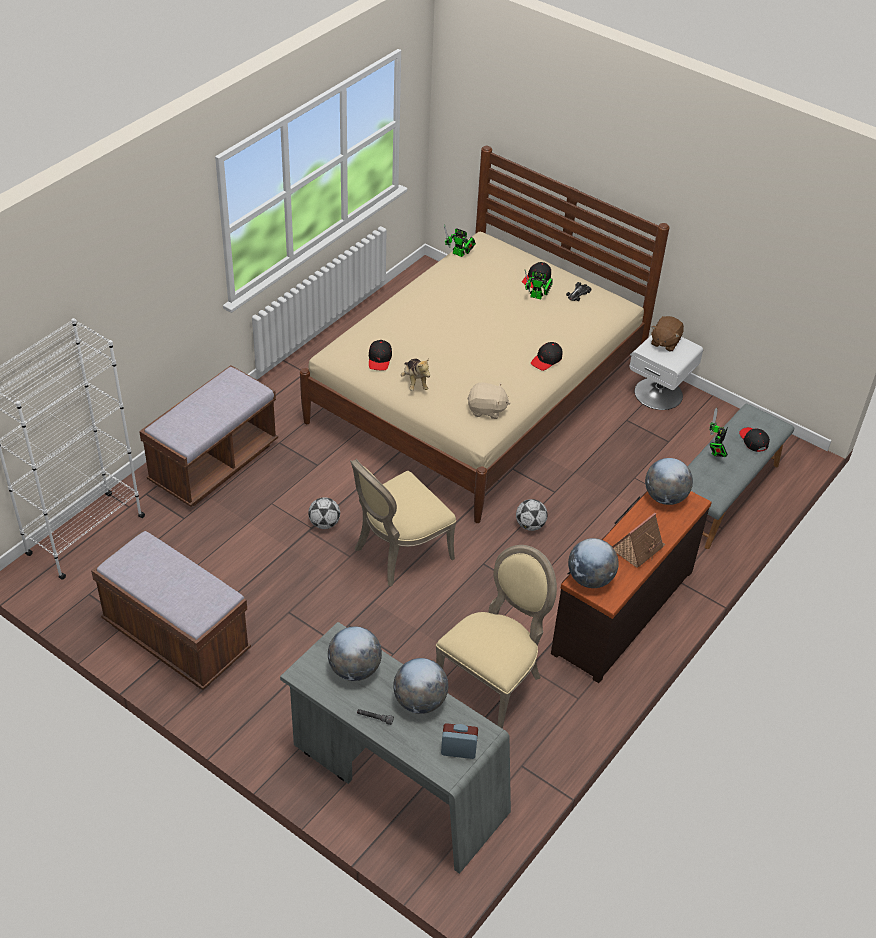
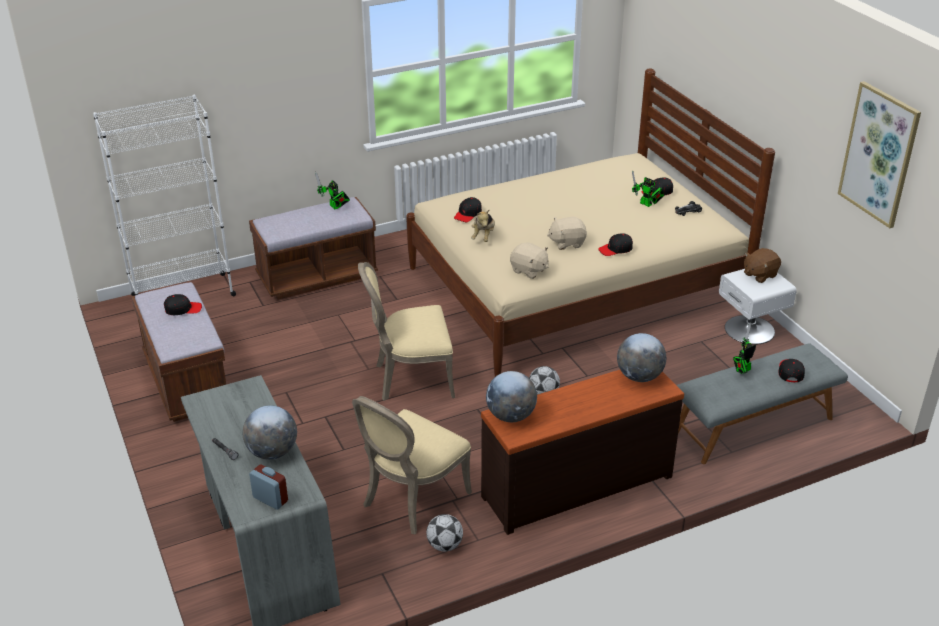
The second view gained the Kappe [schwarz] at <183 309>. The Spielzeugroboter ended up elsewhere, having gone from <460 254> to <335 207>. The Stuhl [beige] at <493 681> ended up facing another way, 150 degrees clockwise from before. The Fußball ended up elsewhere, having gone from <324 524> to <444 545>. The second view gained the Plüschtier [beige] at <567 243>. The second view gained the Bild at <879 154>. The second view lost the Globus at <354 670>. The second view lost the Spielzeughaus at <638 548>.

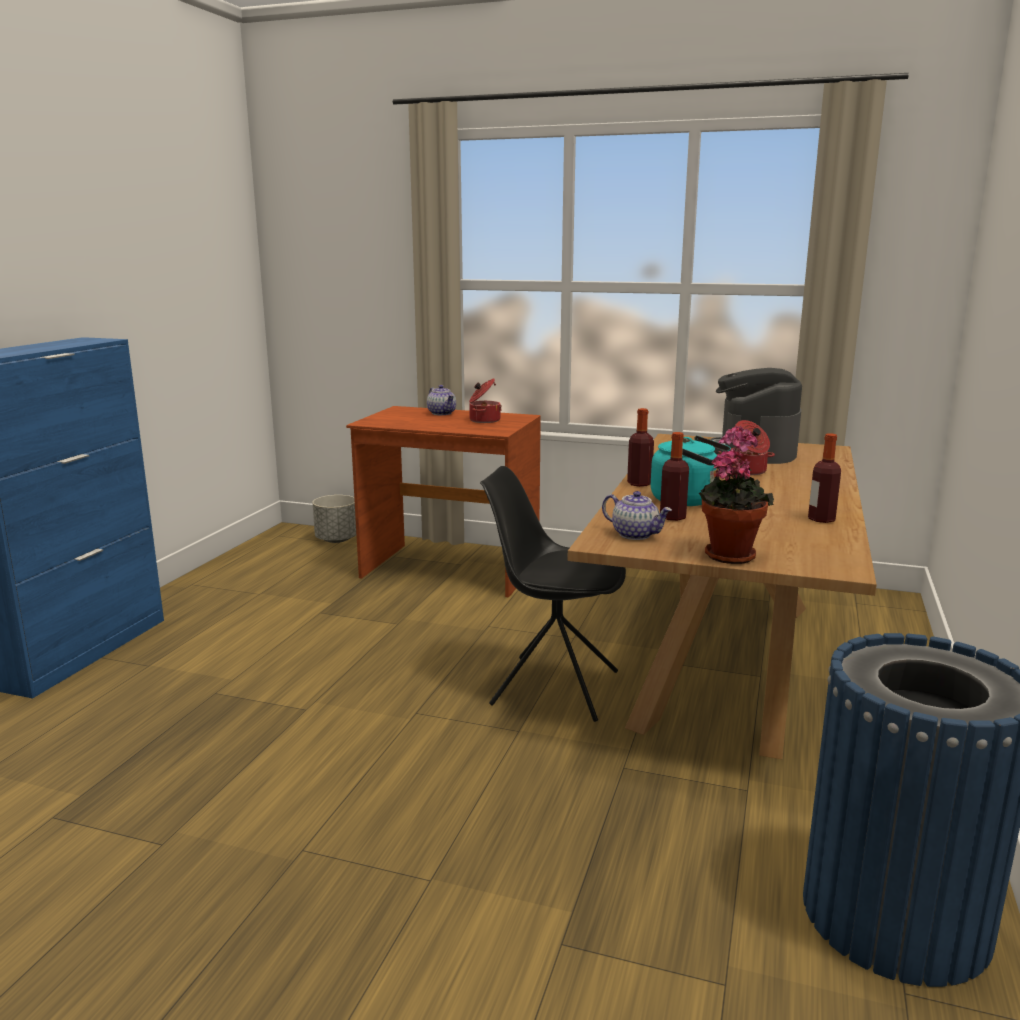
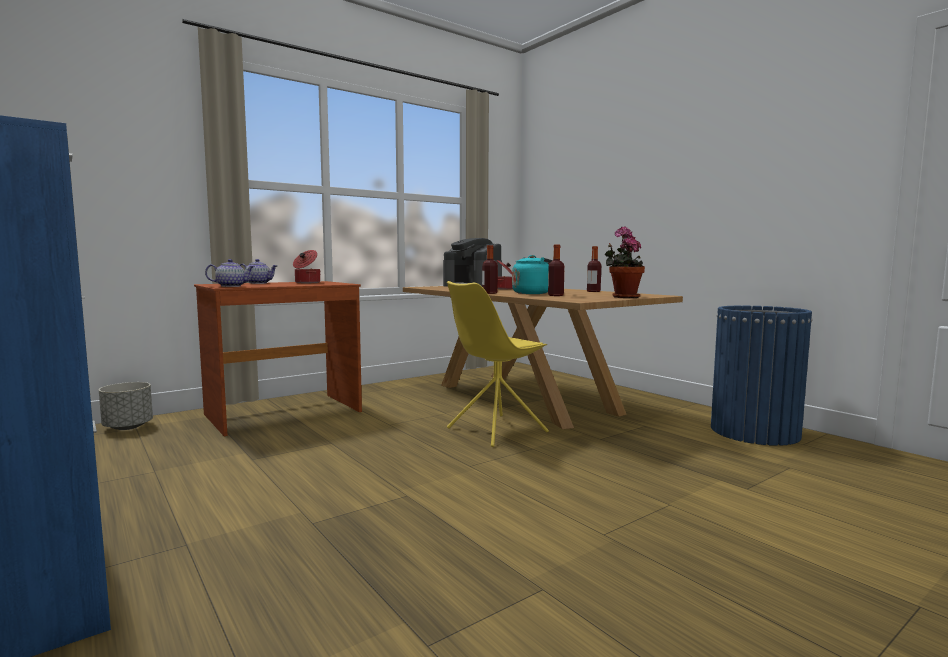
The Teekanne ended up elsewhere, having gone from <635 535> to <231 286>. What was the Stuhl [schwarz] at <552 687> turned into the Stuhl [gelb] at <495 430>.

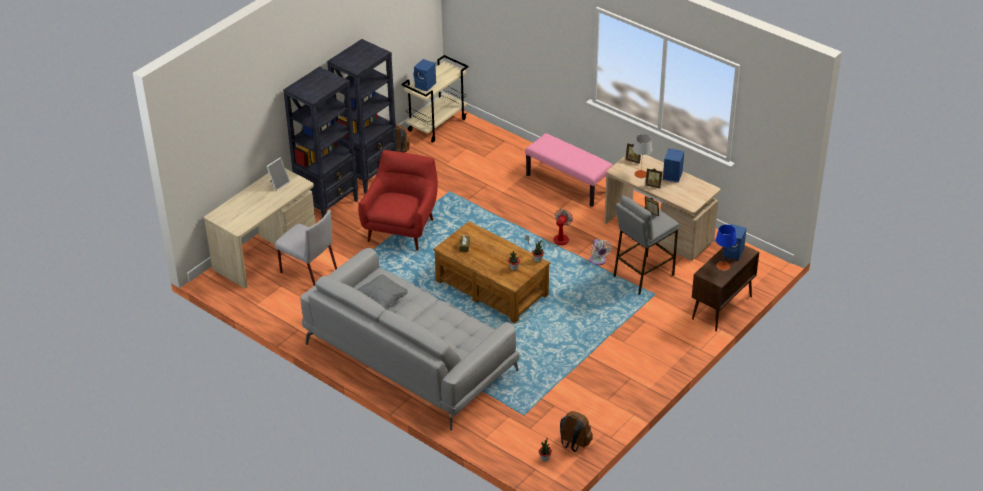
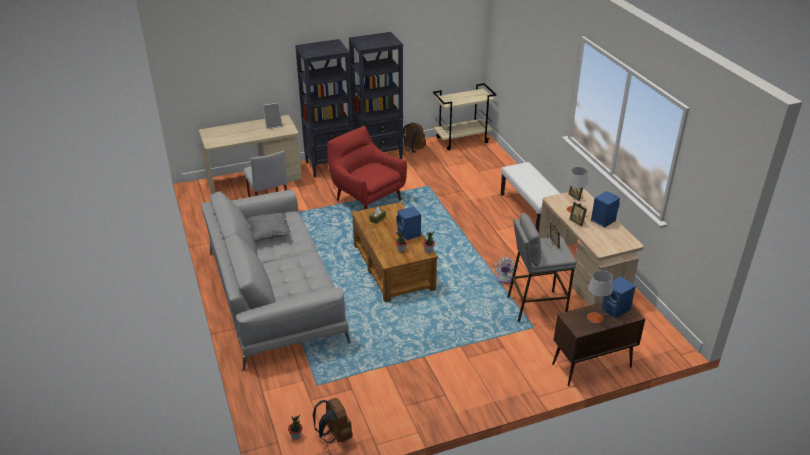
The Sessel [rot] at <402 228> ended up facing another way, 90 degrees counterclockwise from before. The Lautsprecher [blau] ended up elsewhere, having gone from <426 85> to <409 235>. What was the Bank [rosa] at <568 183> turned into the Bank [weiß] at <531 211>. What was the Tischlampe [blau] at <723 265> turned into the Tischlampe [grau] at <595 317>. The second view lost the Ventilator at <555 241>.

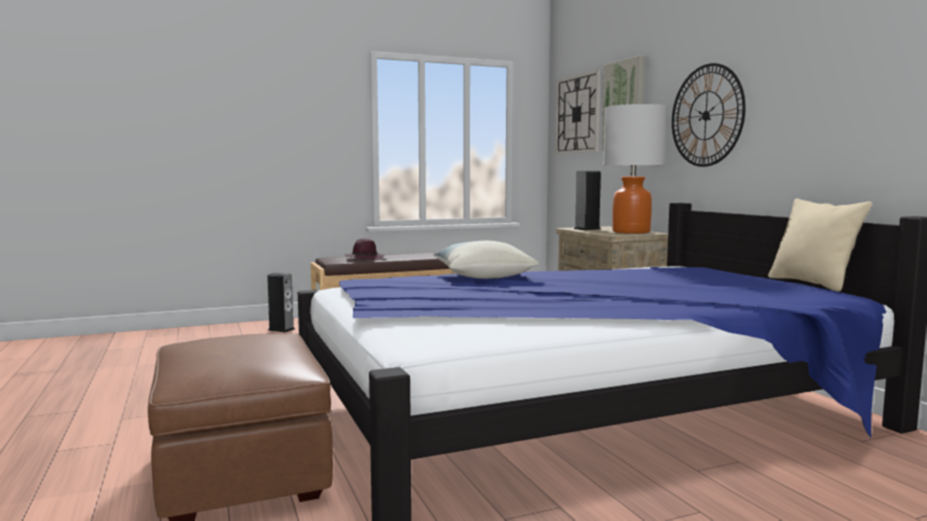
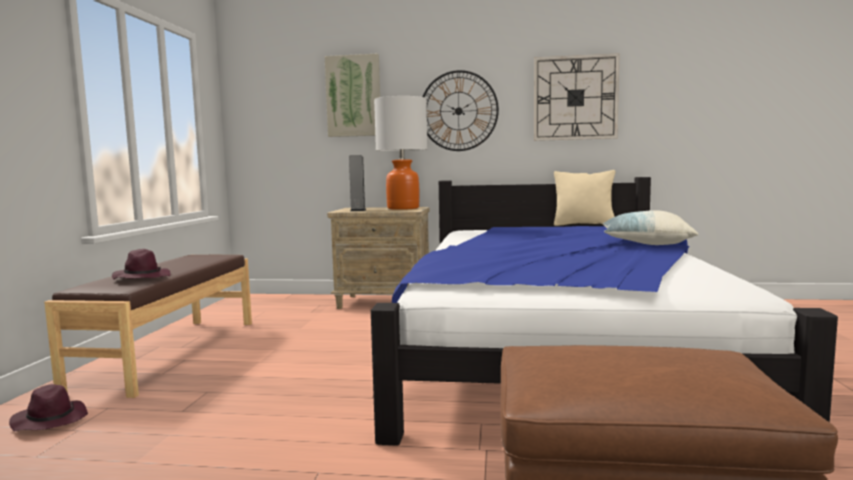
Where the Lautsprecher stood at <281 329>, the Hut [lila] came to stand at <50 421>. The Wanduhr ended up elsewhere, having gone from <578 114> to <575 98>. The Kissen ended up elsewhere, having gone from <482 276> to <645 244>.

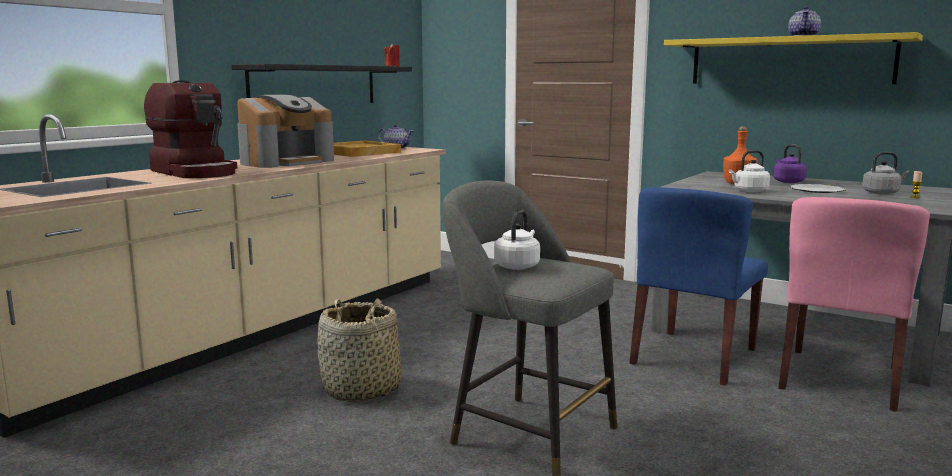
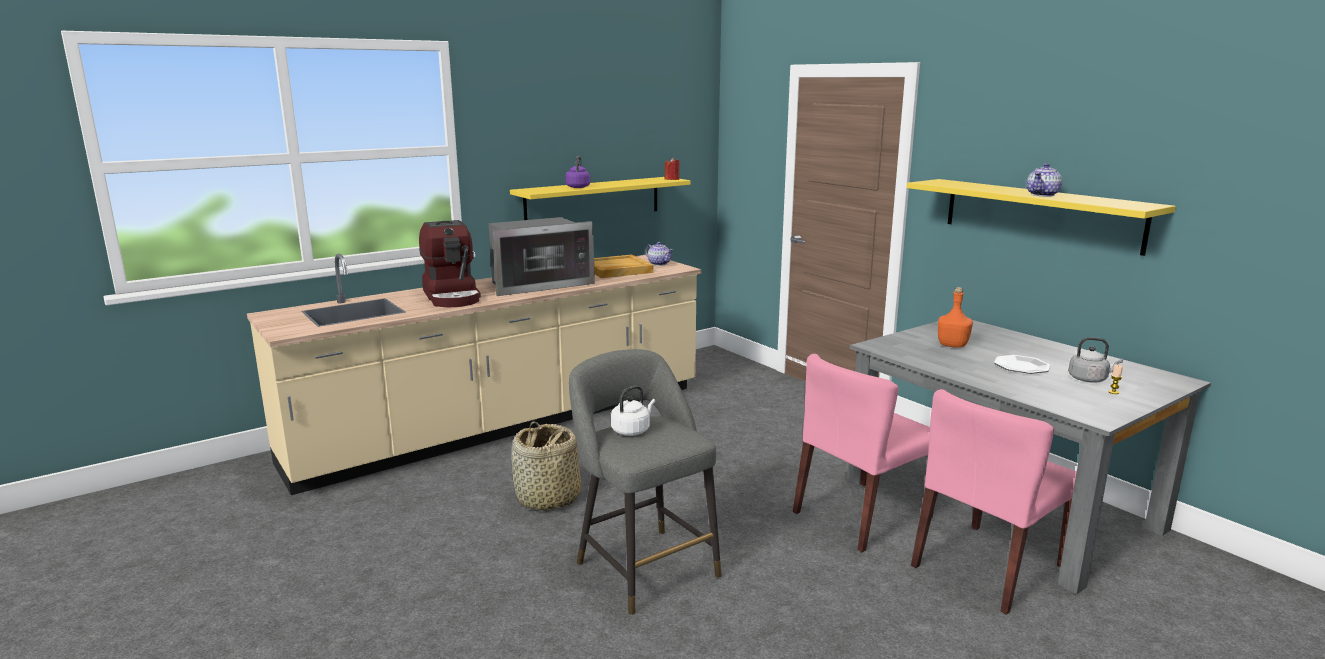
Where the Kaffeemaschine stood at <286 162>, the Mikrowelle came to stand at <538 284>. What was the Wandregal [schwarz] at <314 85> turned into the Wandregal [gelb] at <593 200>. The Wasserkessel [lila] ended up elsewhere, having gone from <787 182> to <578 187>. What was the Stuhl [blau] at <694 357> turned into the Stuhl [rosa] at <861 515>. The second view lost the Wasserkessel [weiß] at <749 191>.

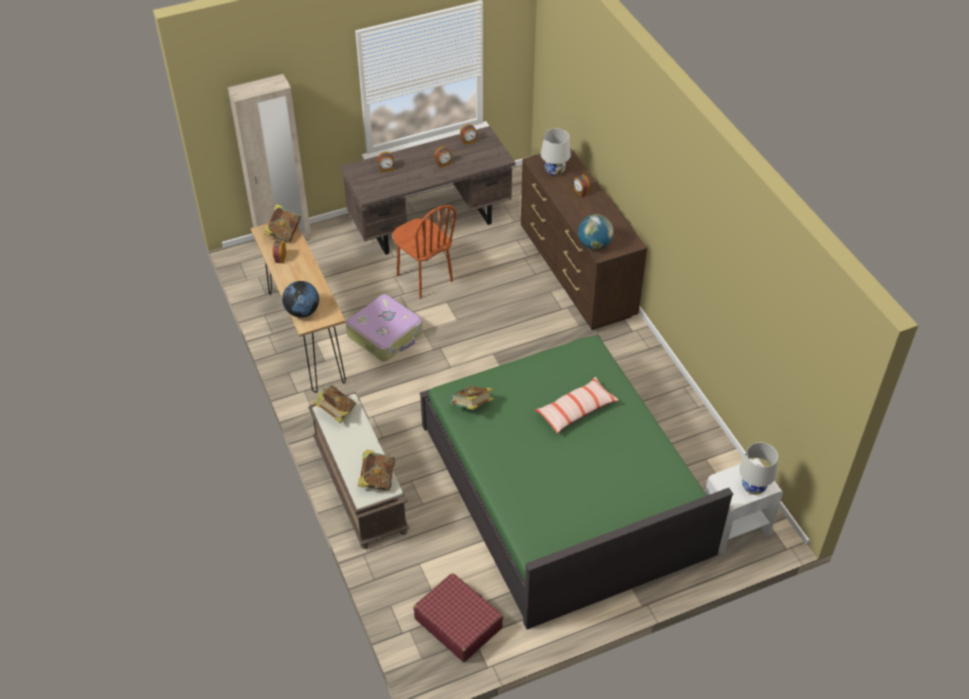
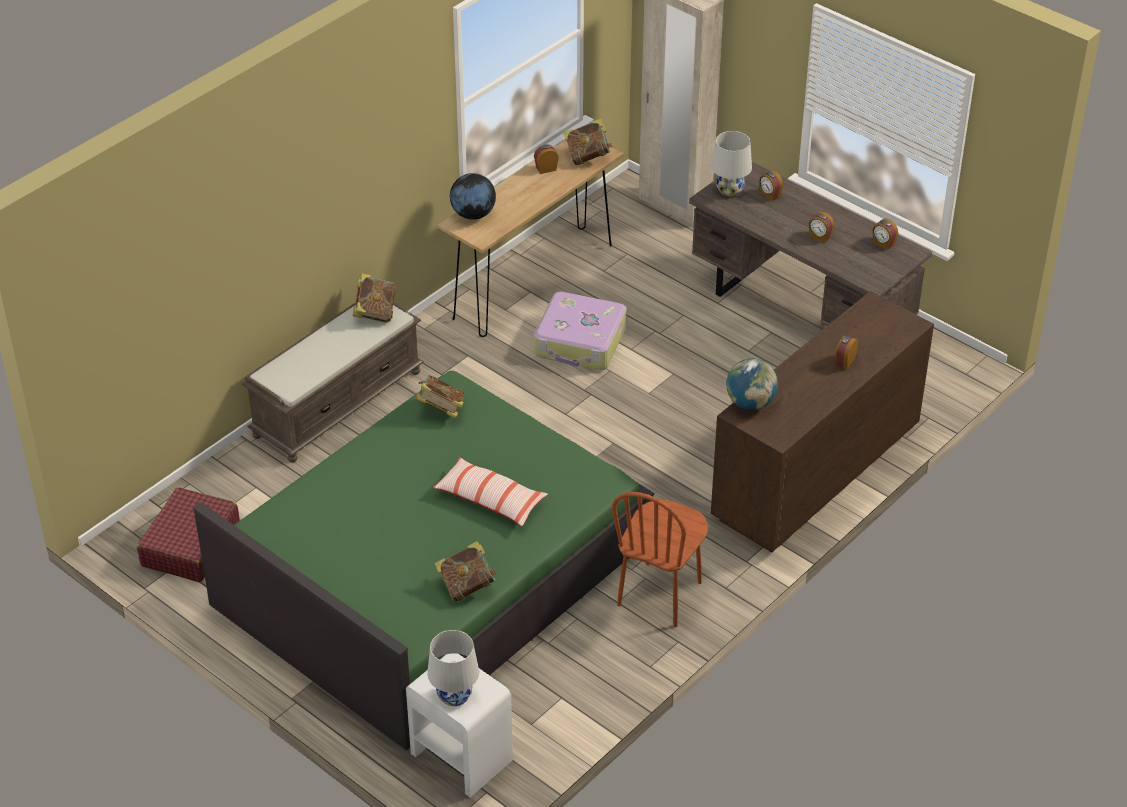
The Buch ended up elsewhere, having gone from <377 479> to <467 586>. The Stuhl [braun] ended up elsewhere, having gone from <424 278> to <660 594>. The Tischlampe [weiß] ended up elsewhere, having gone from <554 171> to <729 190>.

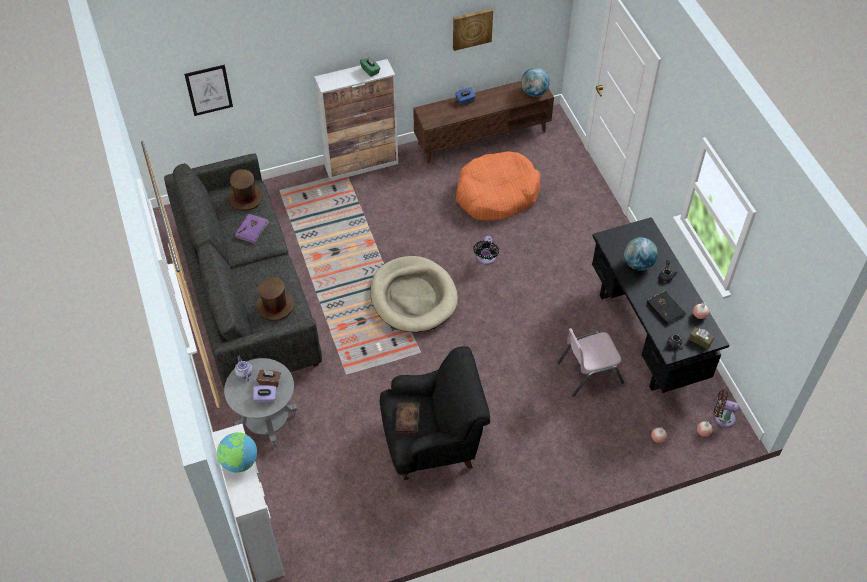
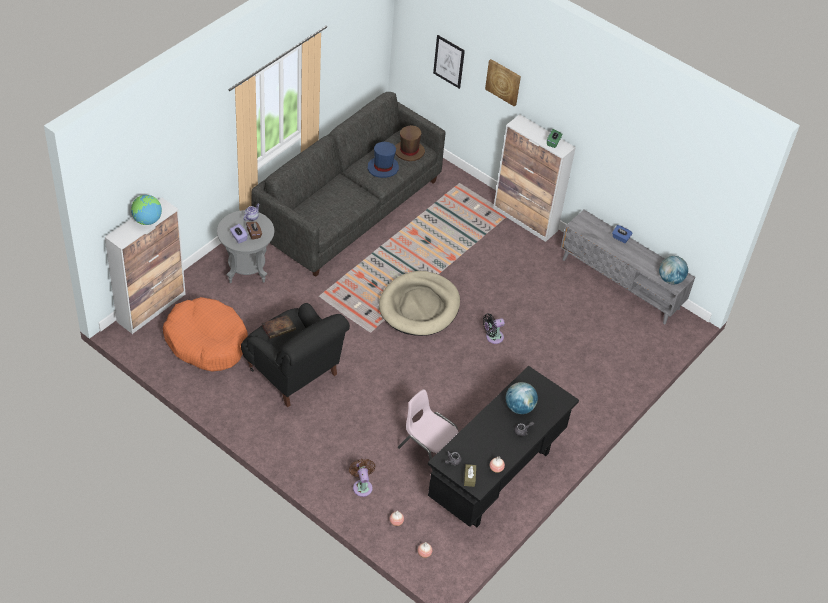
The Hundebett [orange] ended up elsewhere, having gone from <496 194> to <206 341>. The Ventilator [braun] ended up elsewhere, having gone from <722 417> to <362 486>. Where the Buch [lila] stood at <252 229>, the Hut [blau] came to stand at <383 168>. The Bild ended up elsewhere, having gone from <472 28> to <503 82>. What was the Fernsehschrank [braun] at <482 137> turned into the Fernsehschrank [grau] at <621 284>. The second view lost the Hut [braun] at <275 306>. The second view lost the Buch [schwarz] at <665 308>.

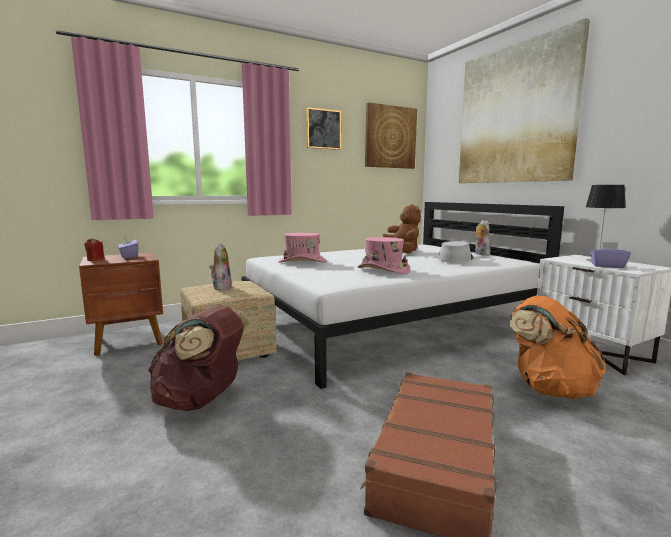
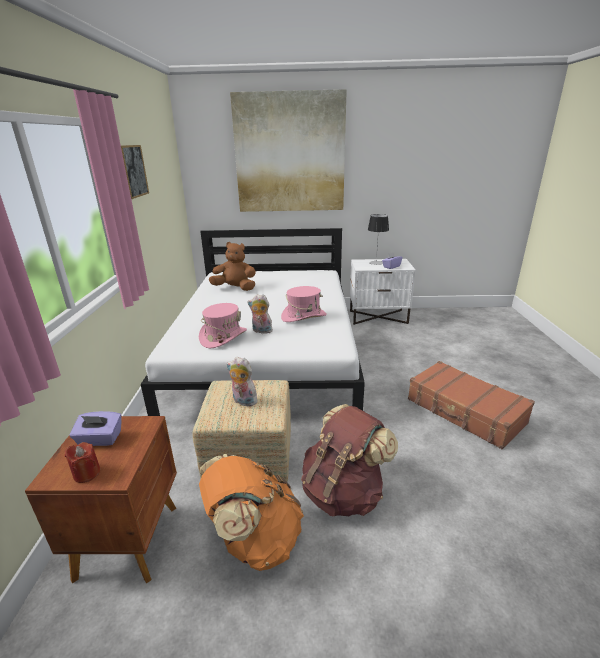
The Rucksack [orange] ended up elsewhere, having gone from <549 389> to <254 539>. The Plüschtier ended up elsewhere, having gone from <480 254> to <261 331>. The second view lost the Bild at <390 137>. The second view lost the Hut [grau] at <455 258>.

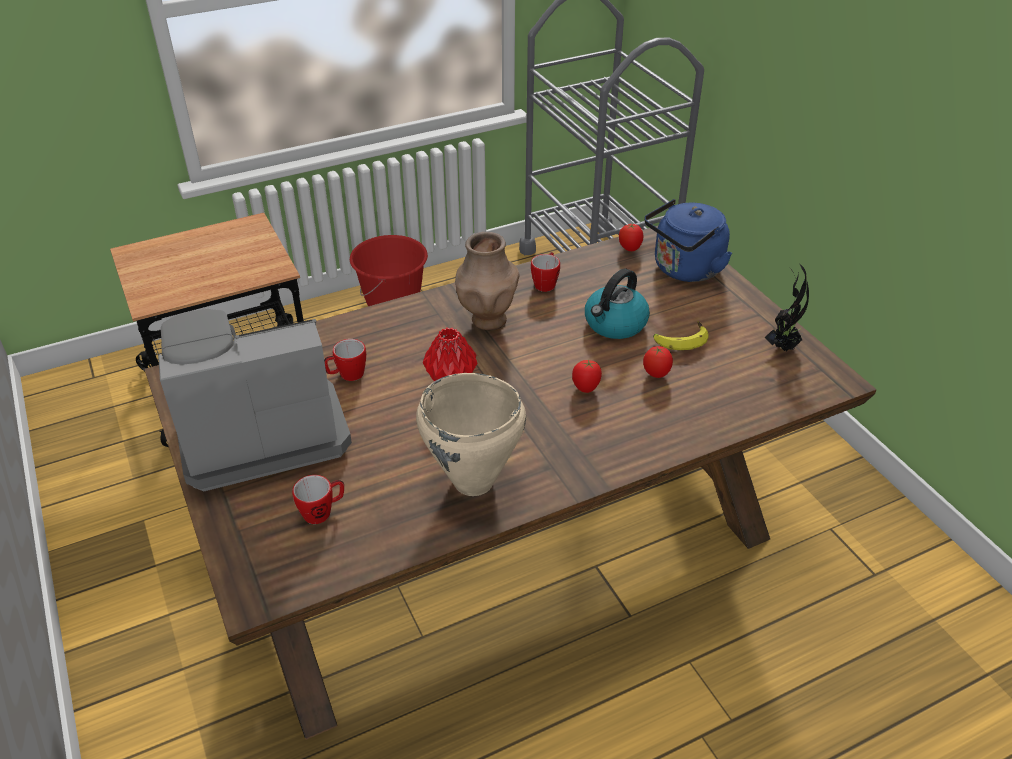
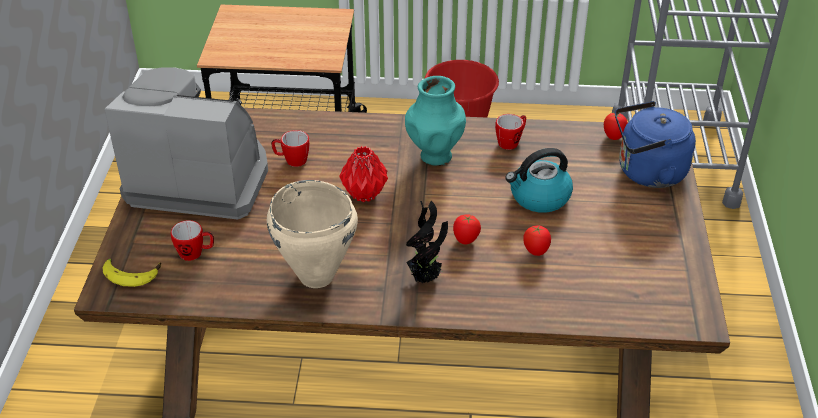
The Banane ended up elsewhere, having gone from <680 340> to <132 273>. What was the Vase [braun] at <487 320> turned into the Vase [türkis] at <435 155>. The Topfpflanze ended up elsewhere, having gone from <783 347> to <426 278>.

